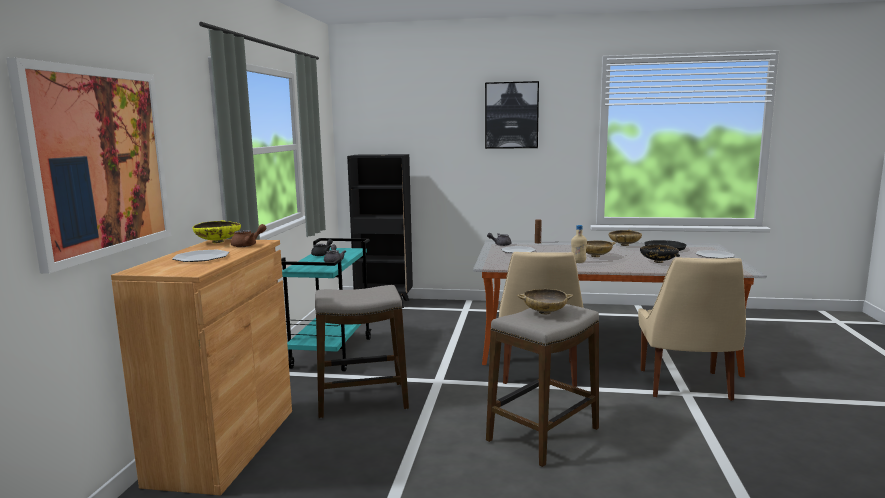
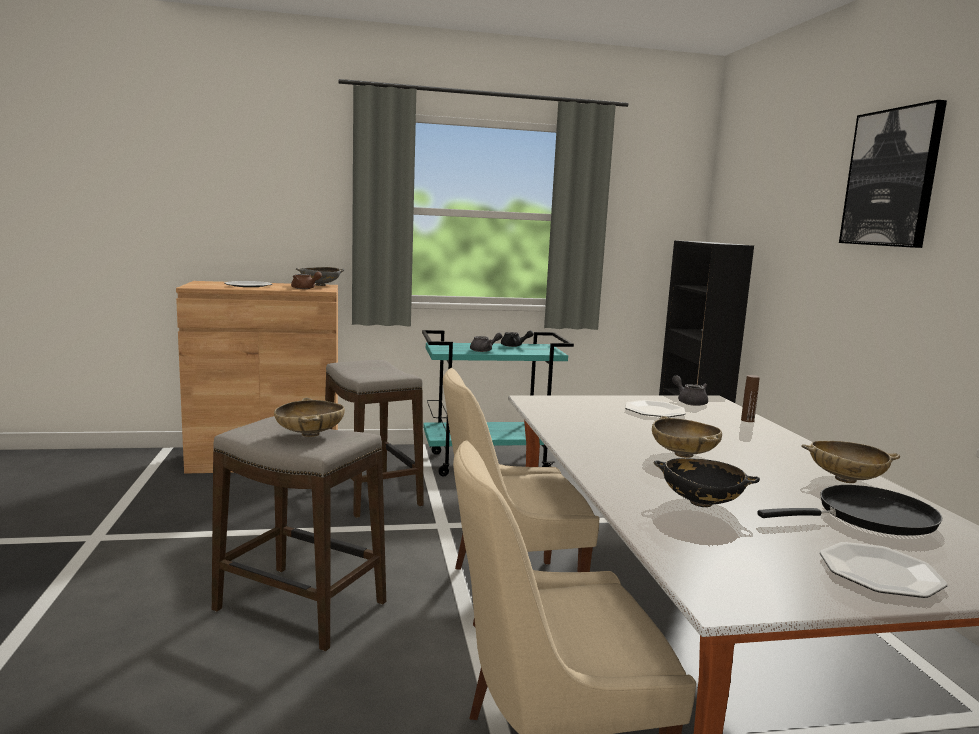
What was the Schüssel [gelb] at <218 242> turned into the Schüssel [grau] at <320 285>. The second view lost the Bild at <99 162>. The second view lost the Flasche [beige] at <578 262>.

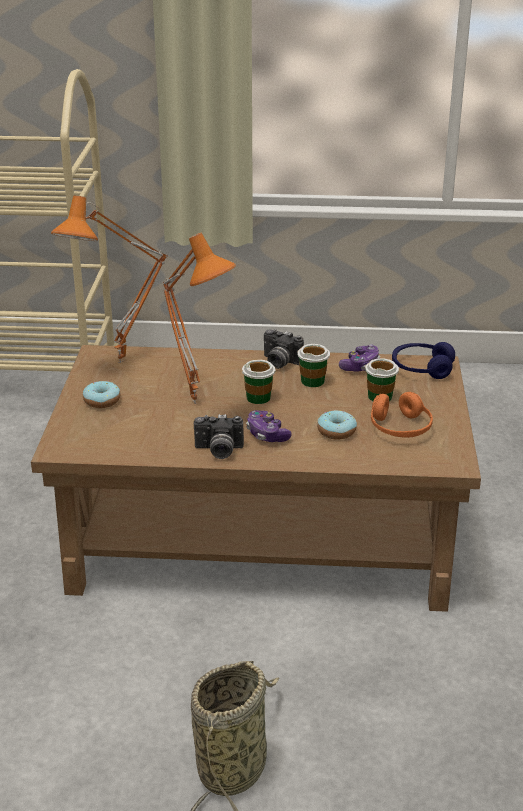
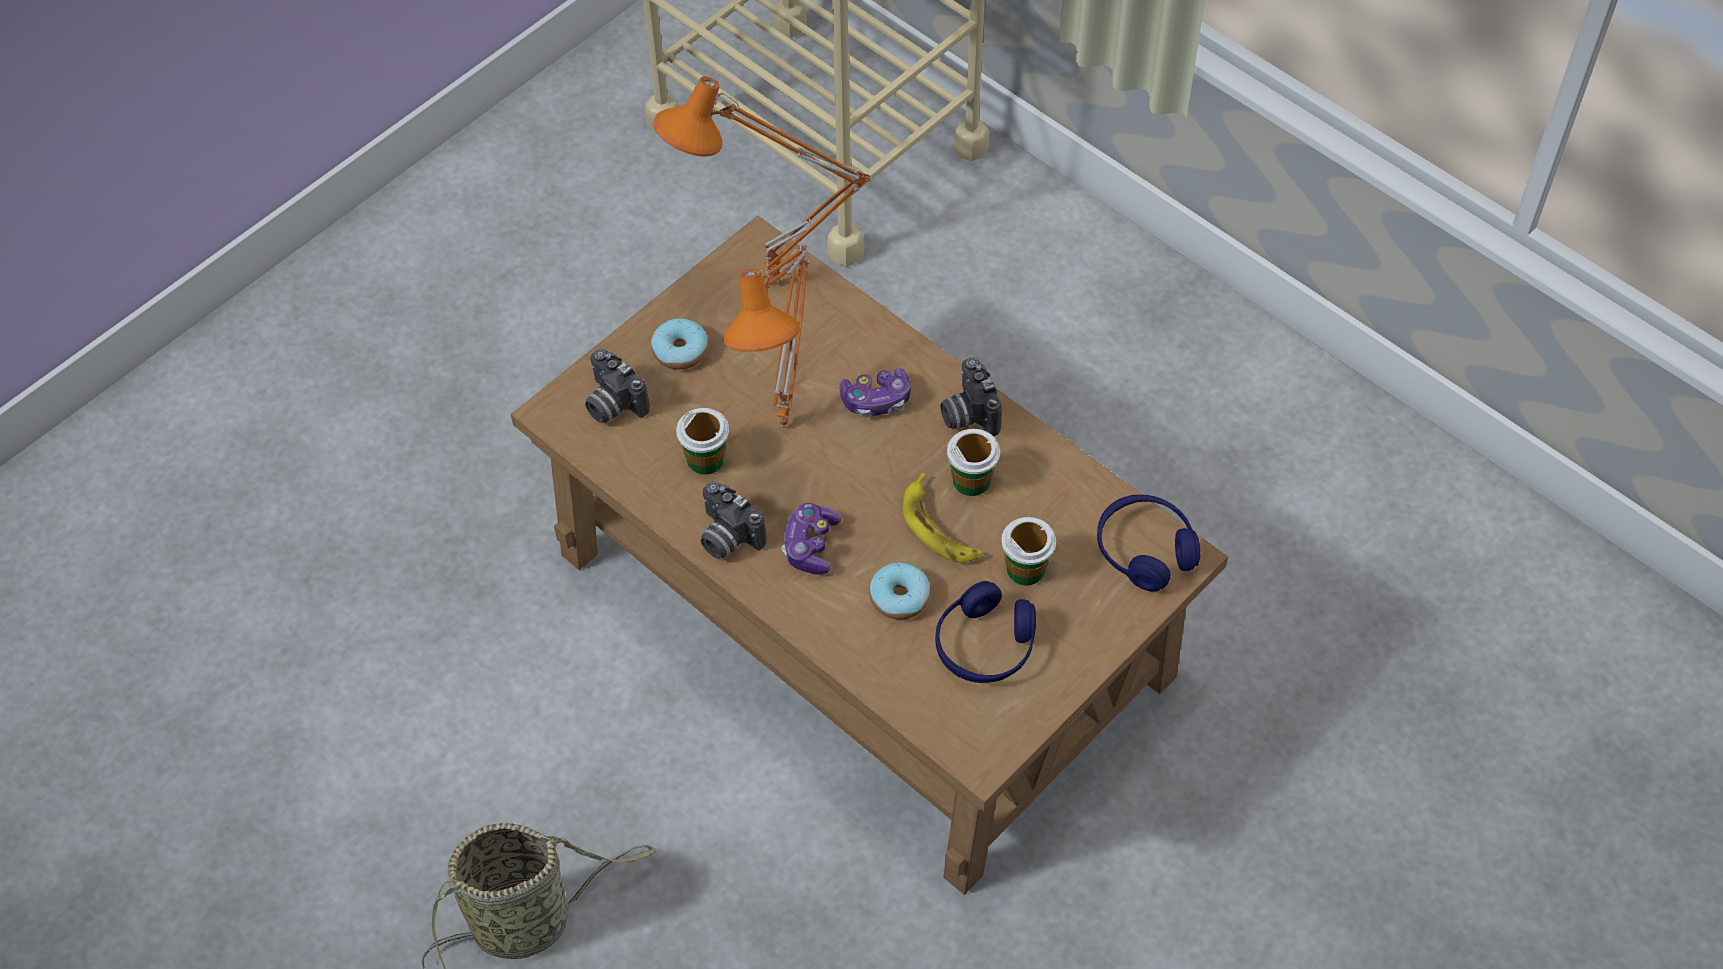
The second view gained the Kamera at <612 404>. The Tasse ended up elsewhere, having gone from <258 397> to <706 459>. The Gamepad ended up elsewhere, having gone from <360 366> to <876 400>. The second view gained the Banane at <939 527>. What was the Kopfhörer [orange] at <400 428> turned into the Kopfhörer [blau] at <985 645>.

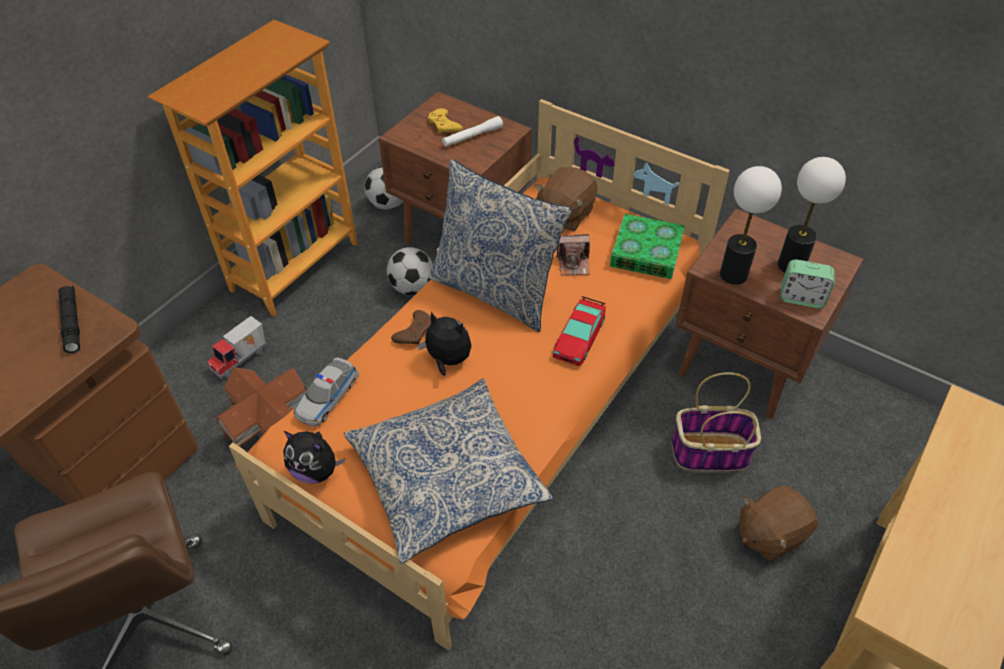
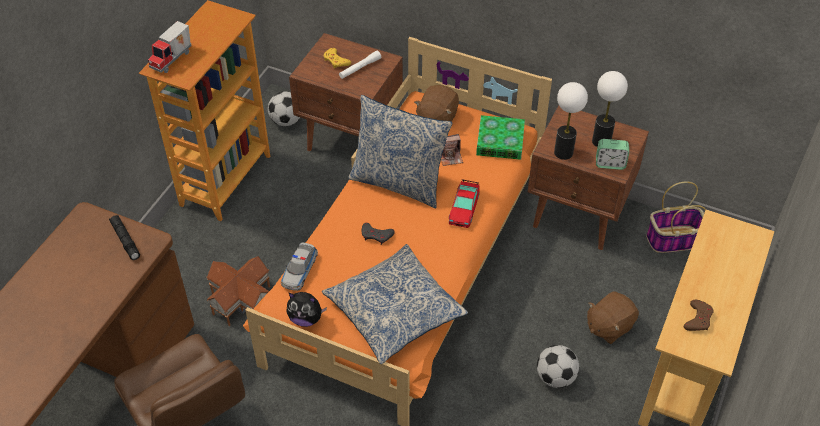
The Spielzeuglaster ended up elsewhere, having gone from <241 360> to <173 60>. Where the Plüschtier stood at <447 360>, the Gamepad [grau] came to stand at <376 235>. The Fußball ended up elsewhere, having gone from <412 288> to <556 378>. The Korb ended up elsewhere, having gone from <709 453> to <672 240>. The Gamepad [braun] ended up elsewhere, having gone from <415 332> to <698 319>.

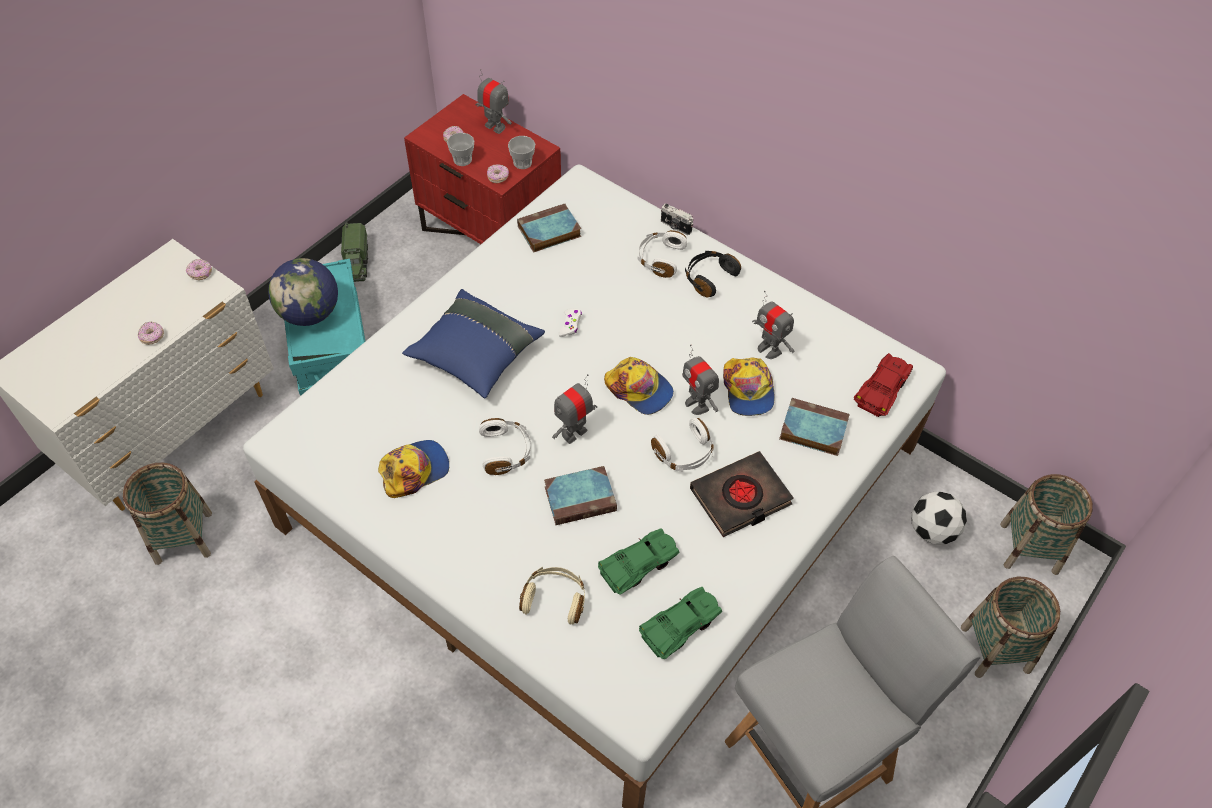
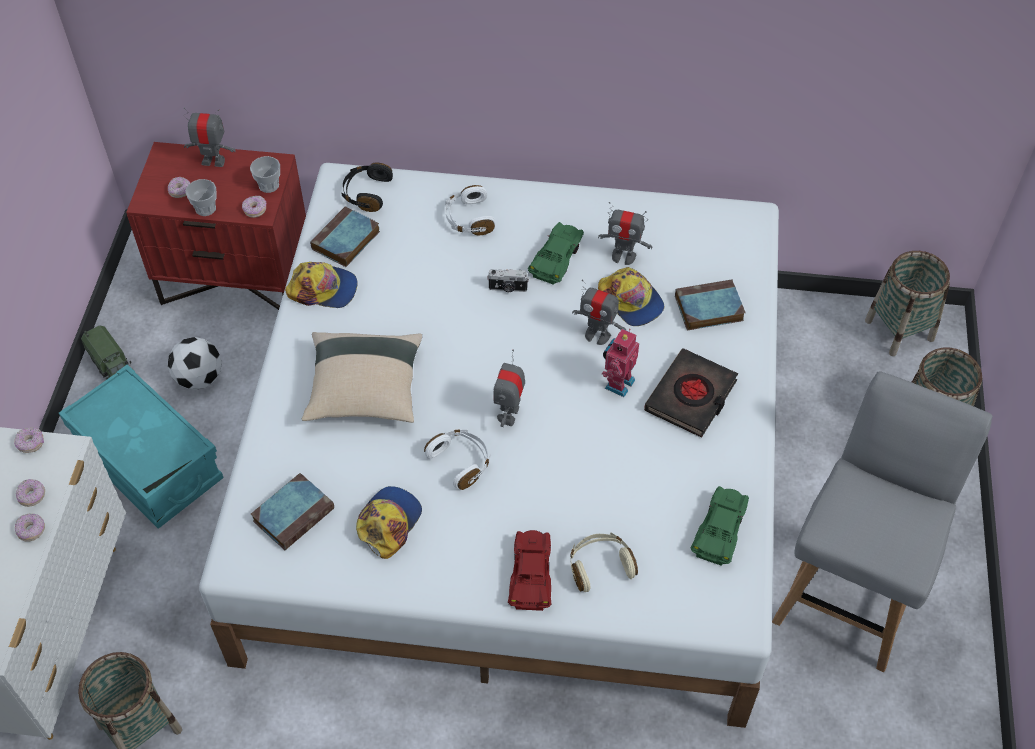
The second view gained the Donut at <32 496>. The Fußball ended up elsewhere, having gone from <932 531> to <199 378>. The Buch ended up elsewhere, having gone from <581 498> to <294 513>. The Kappe ended up elsewhere, having gone from <639 389> to <323 289>. What was the Kissen [blau] at <475 355> turned into the Kissen [beige] at <364 390>. The Kopfhörer [schwarz] ended up elsewhere, having gone from <709 278> to <366 193>. The Kamera ended up elsewhere, having gone from <675 227> to <508 288>. The Spielzeugauto [rot] ended up elsewhere, having gone from <883 390> to <531 574>. The Spielzeugauto [grün] ended up elsewhere, having gone from <639 565> to <557 258>. Where the Kopfhörer [weiß] stood at <684 453>, the Spielzeugroboter came to stand at <617 383>. The second view lost the Globus at <310 314>. The second view lost the Gamepad [weiß] at <570 325>.

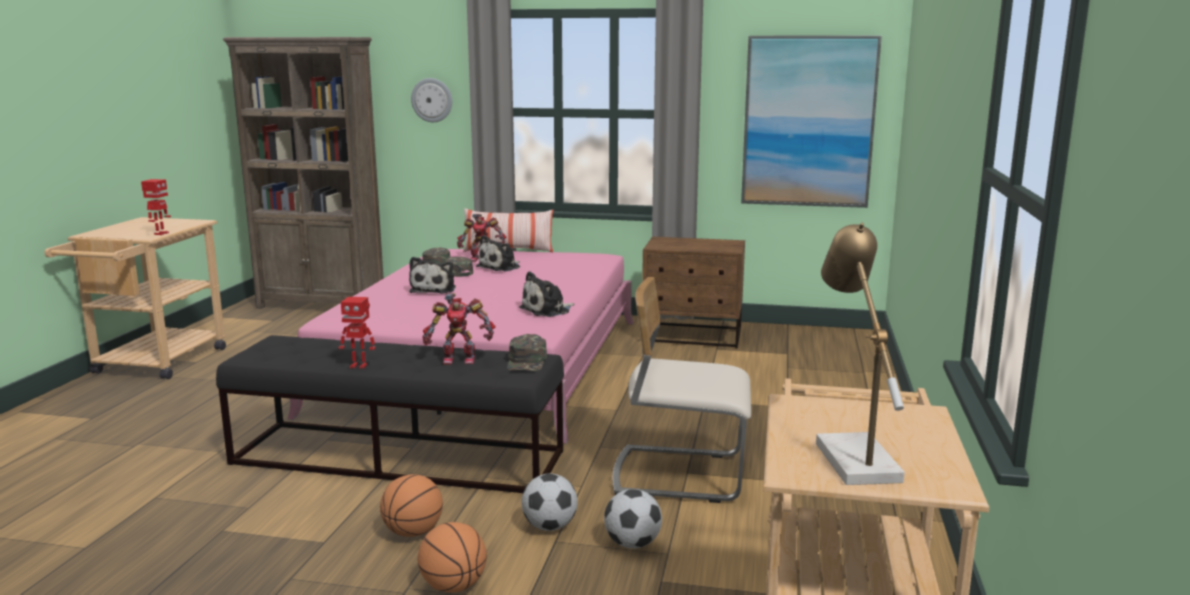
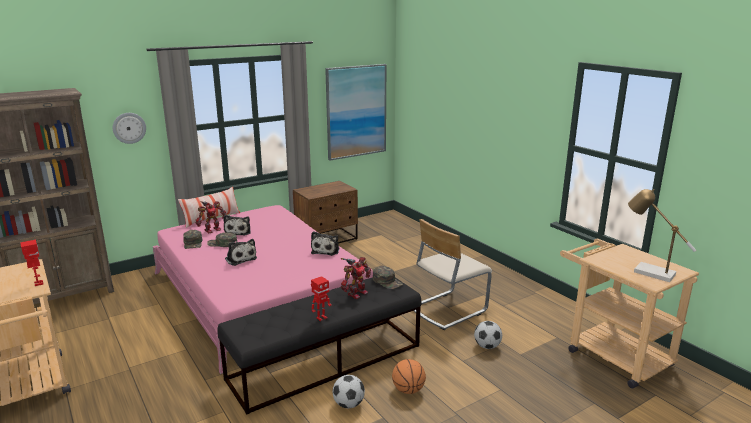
The Fußball ended up elsewhere, having gone from <549 527> to <348 404>. The second view lost the Basketball at <453 587>.

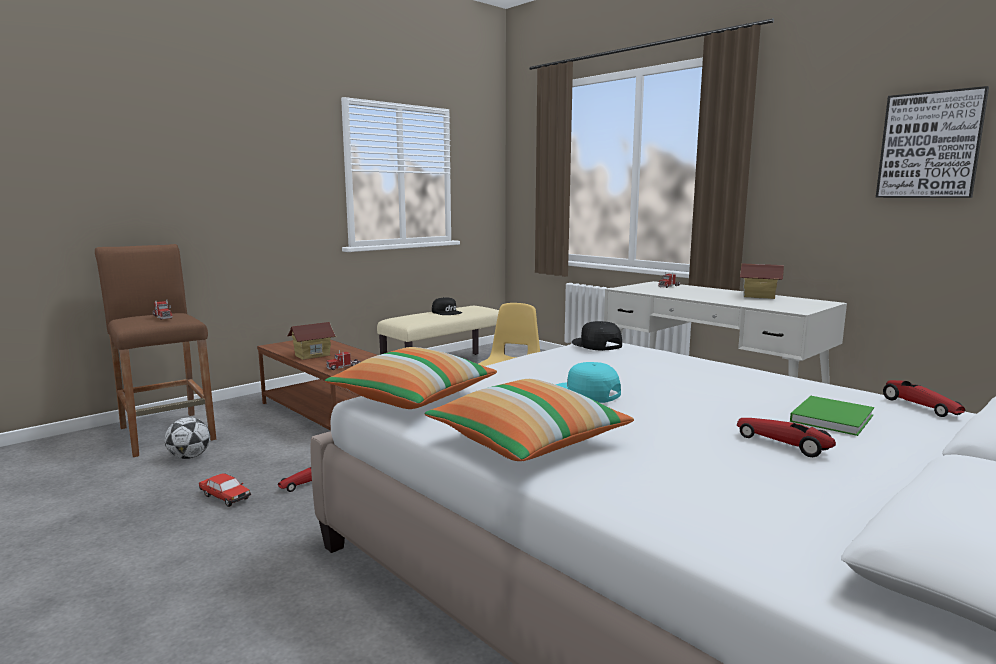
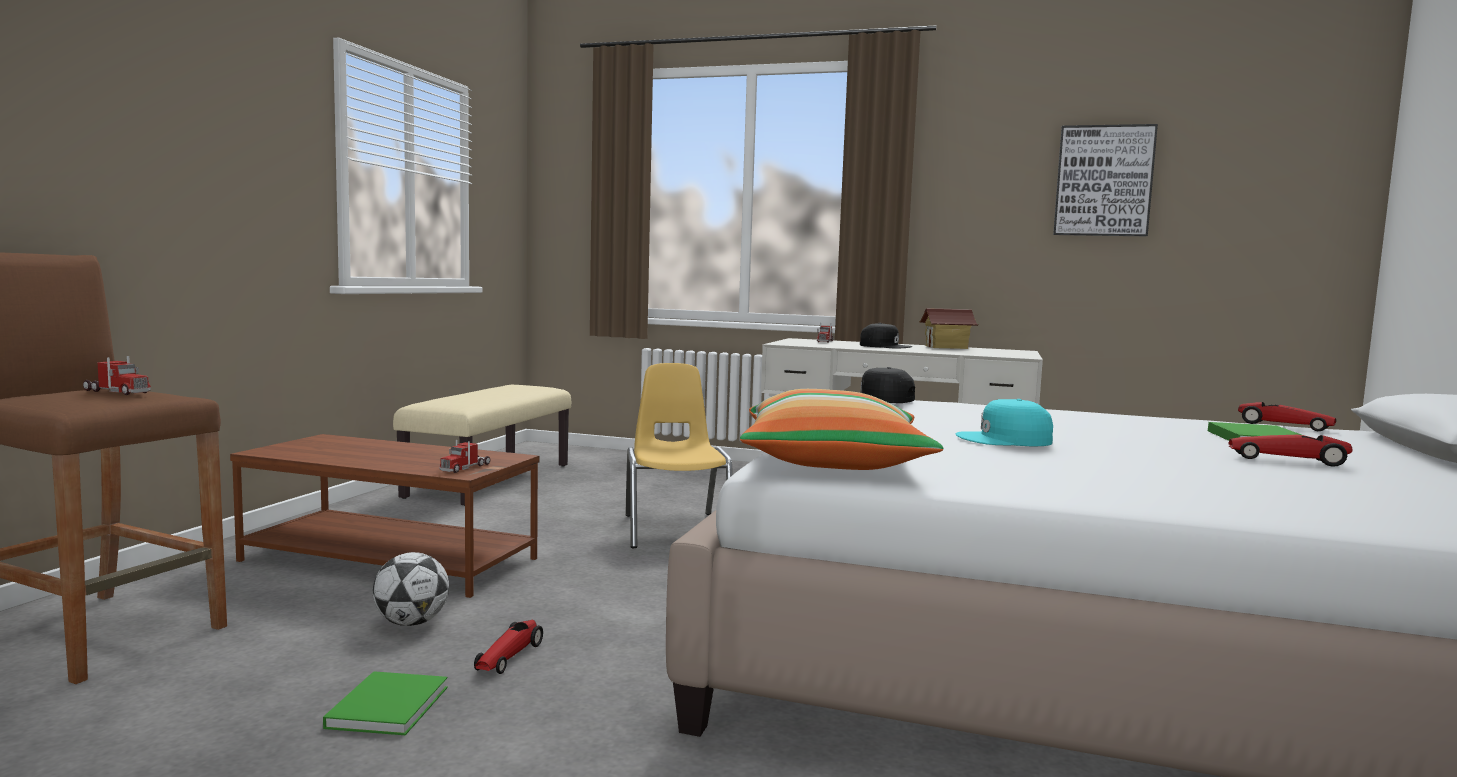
Where the Spielzeugauto stood at <225 497>, the Buch [grün] came to stand at <390 705>. The Fußball ended up elsewhere, having gone from <189 457> to <411 623>. The Kappe [schwarz] ended up elsewhere, having gone from <447 312> to <884 346>. The second view lost the Spielzeughaus at <312 355>. The second view lost the Kissen at <527 443>.

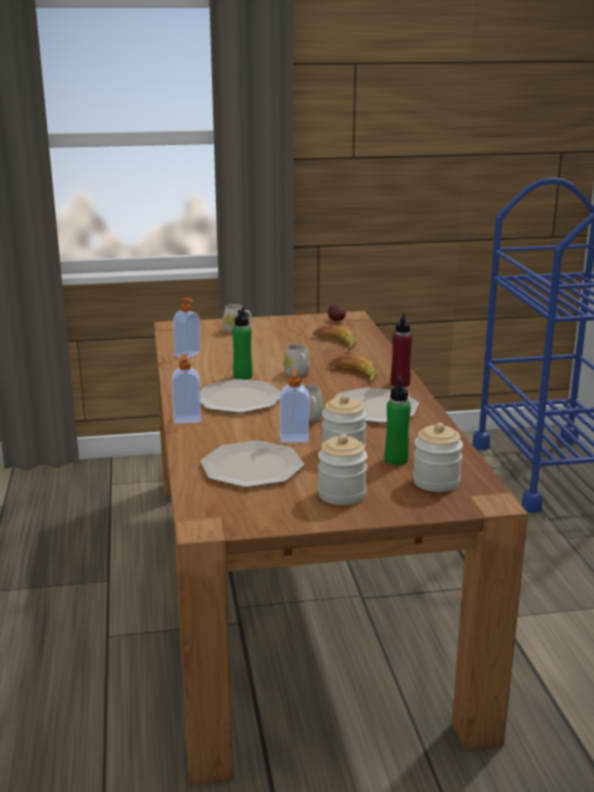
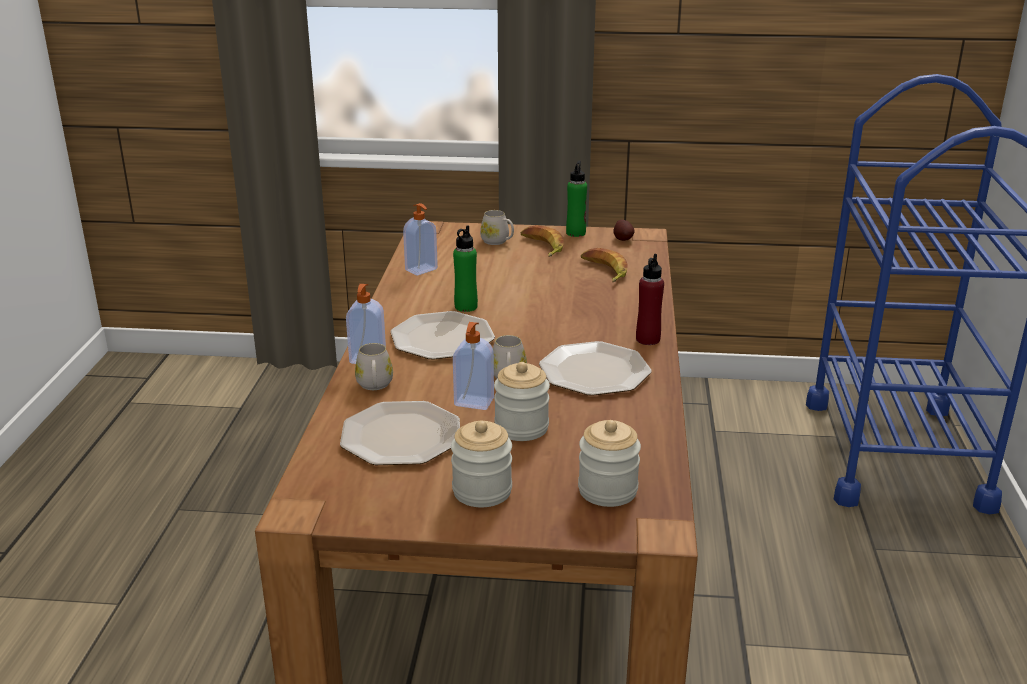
The Henkelbecher [weiß] ended up elsewhere, having gone from <298 374> to <375 386>. The Banane ended up elsewhere, having gone from <354 374> to <541 246>. The Flasche [grün] ended up elsewhere, having gone from <396 460> to <576 233>.

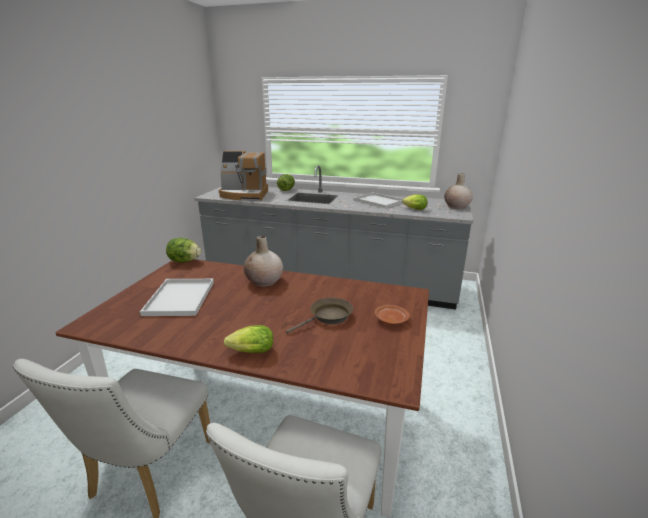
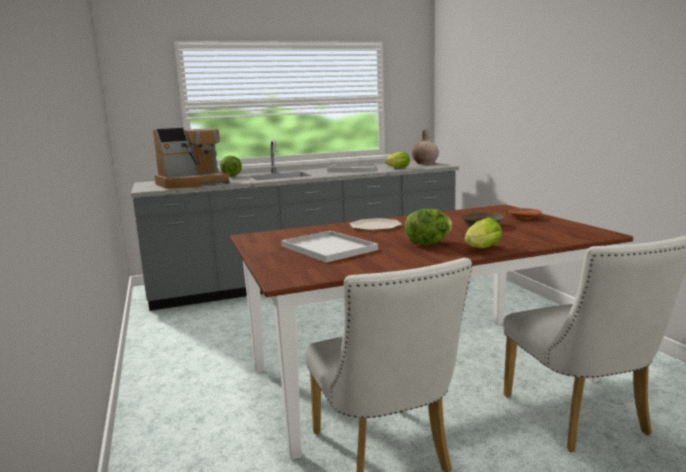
Where the Vase [beige] stood at <264 281>, the Teller came to stand at <376 226>. The Salatkopf ended up elsewhere, having gone from <184 261> to <428 244>.

